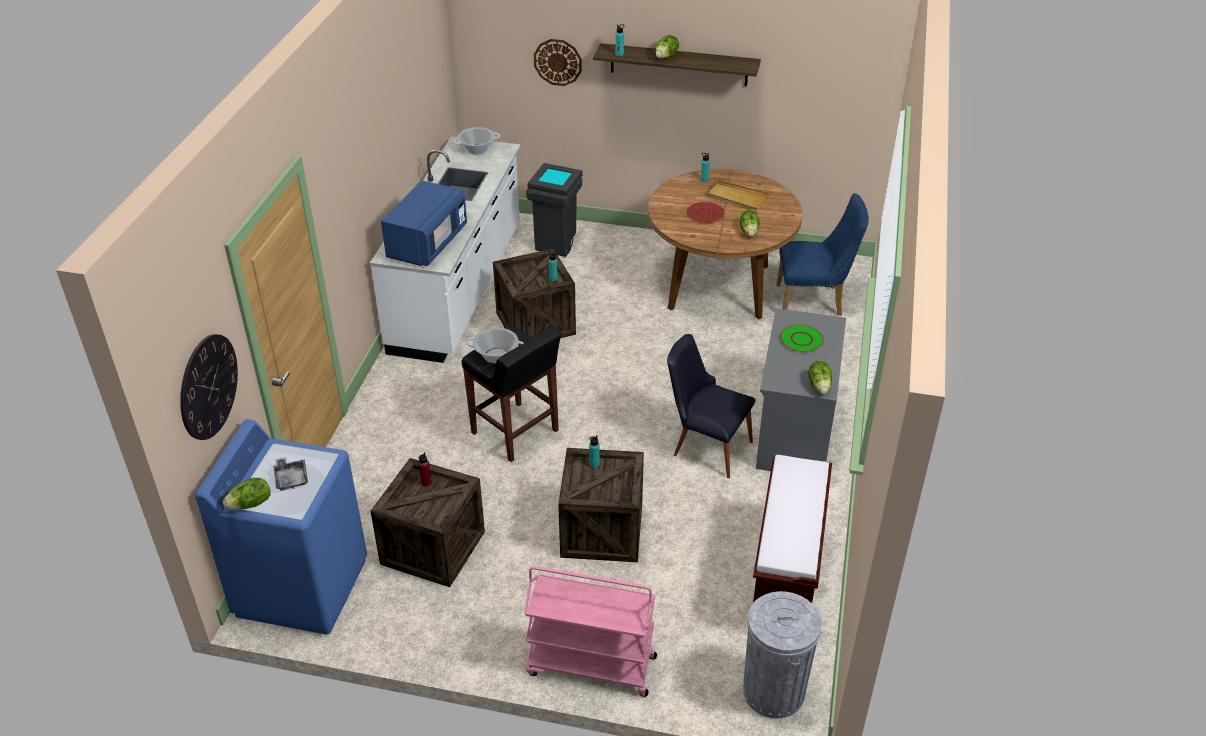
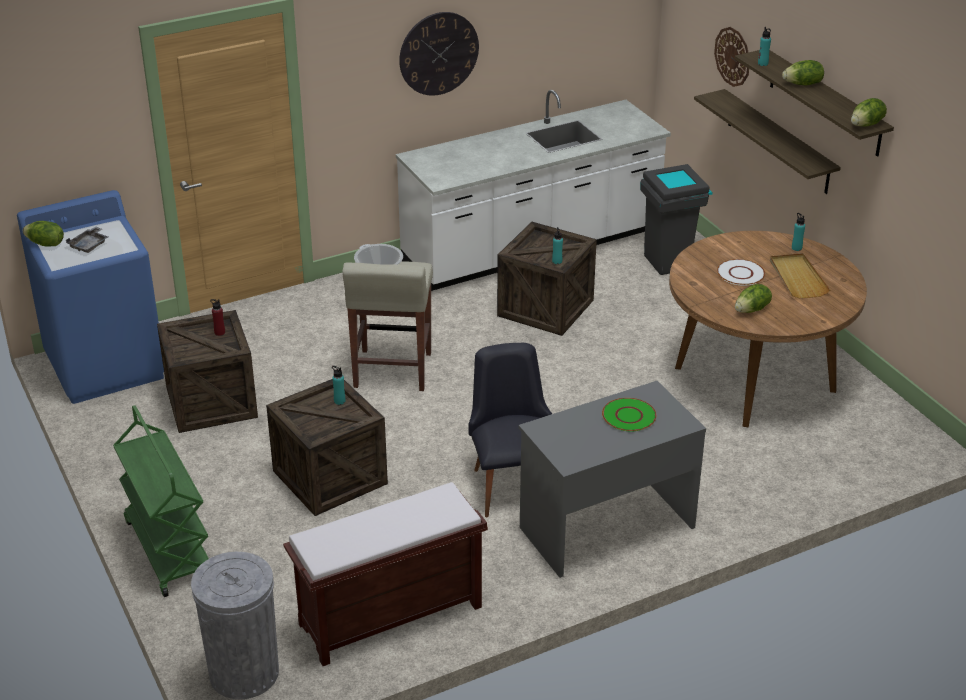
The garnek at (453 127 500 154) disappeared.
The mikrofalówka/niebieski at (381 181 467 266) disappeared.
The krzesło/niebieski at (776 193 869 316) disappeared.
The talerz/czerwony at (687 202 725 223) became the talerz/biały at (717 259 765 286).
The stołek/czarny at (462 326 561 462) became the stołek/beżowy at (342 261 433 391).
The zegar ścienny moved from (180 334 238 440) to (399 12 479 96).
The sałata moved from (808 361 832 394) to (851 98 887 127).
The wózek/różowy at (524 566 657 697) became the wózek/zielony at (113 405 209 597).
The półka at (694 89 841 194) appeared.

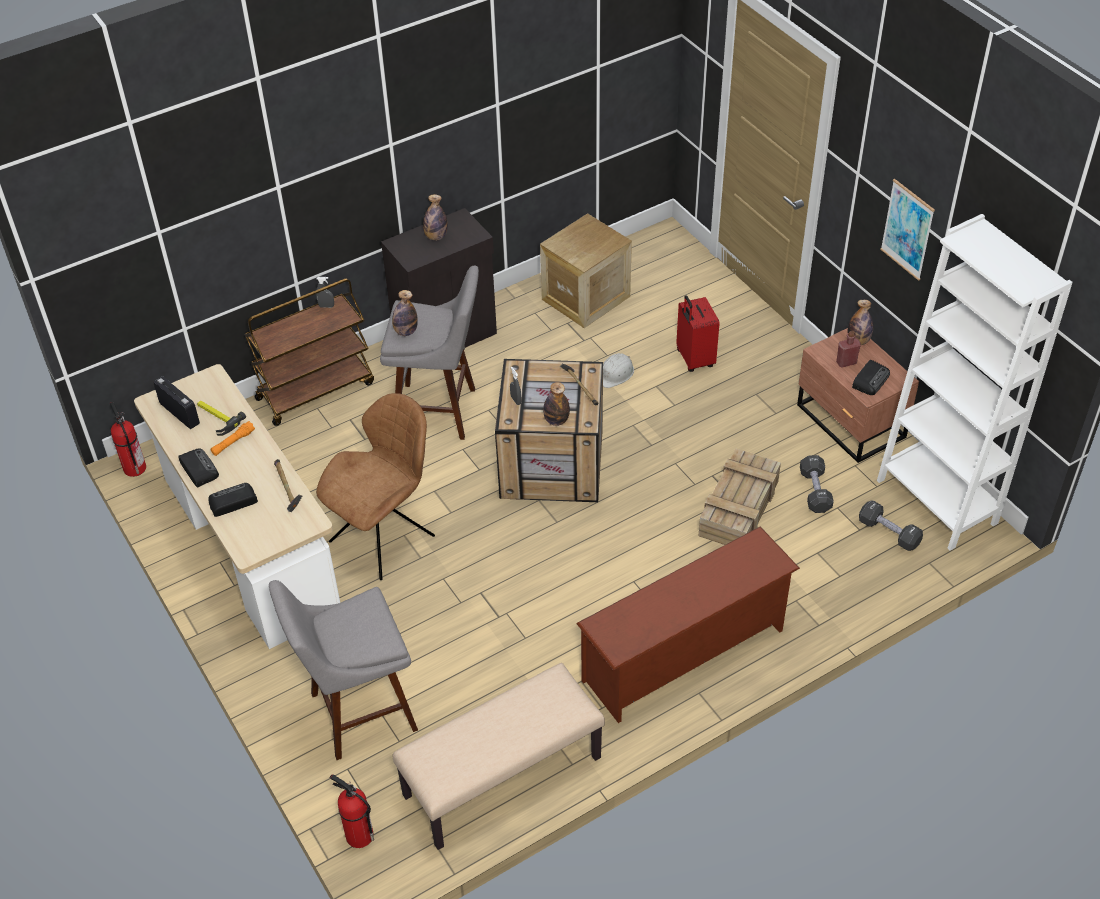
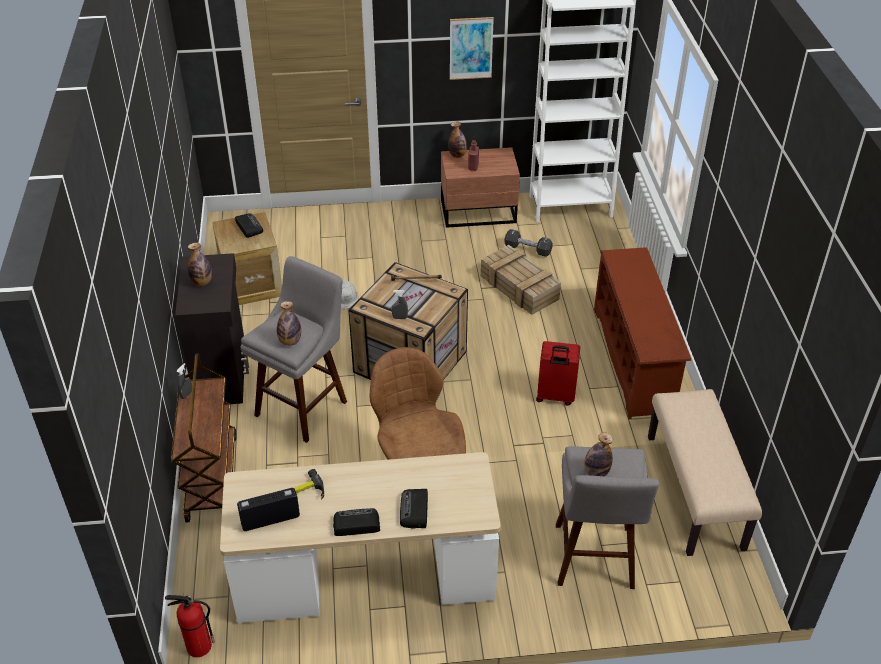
The walizka/czerwony moved from (676 295 720 372) to (536 341 580 406).
The radio moved from (852 360 890 395) to (235 213 263 238).
The butelka moved from (543 382 570 426) to (584 432 613 476).
The latarka/pomarańczowy at (210 421 255 456) disappeared.
The młotek at (274 459 302 512) disappeared.
The hantel/czarny at (859 500 923 551) disappeared.
The gaśnica at (330 774 374 848) disappeared.

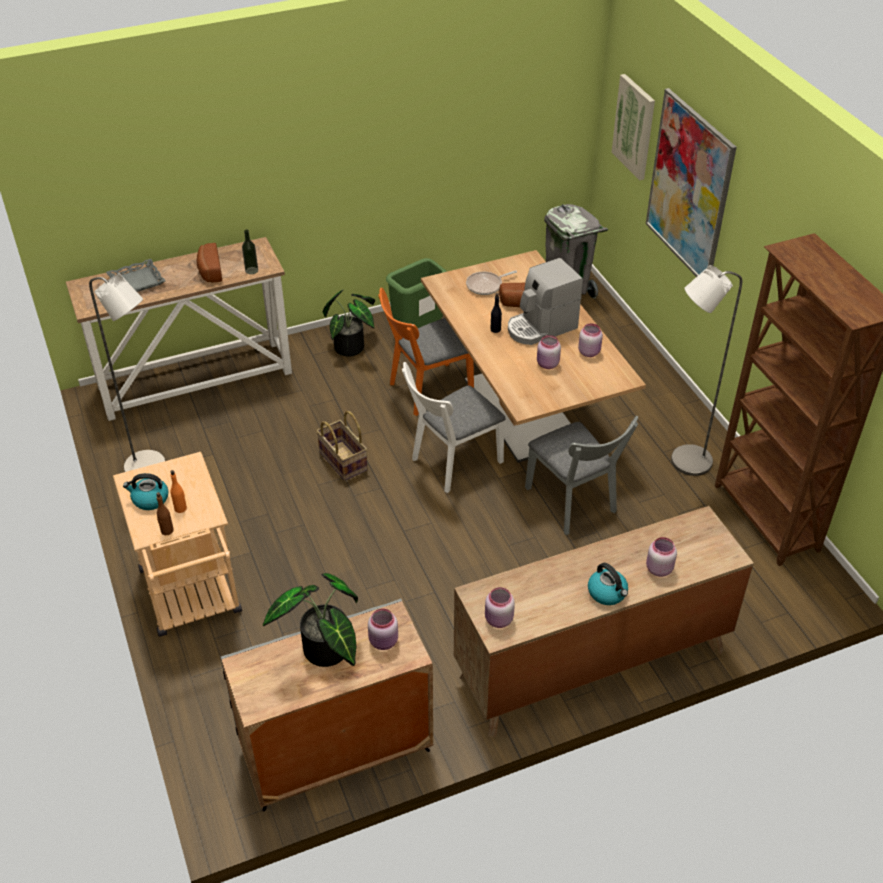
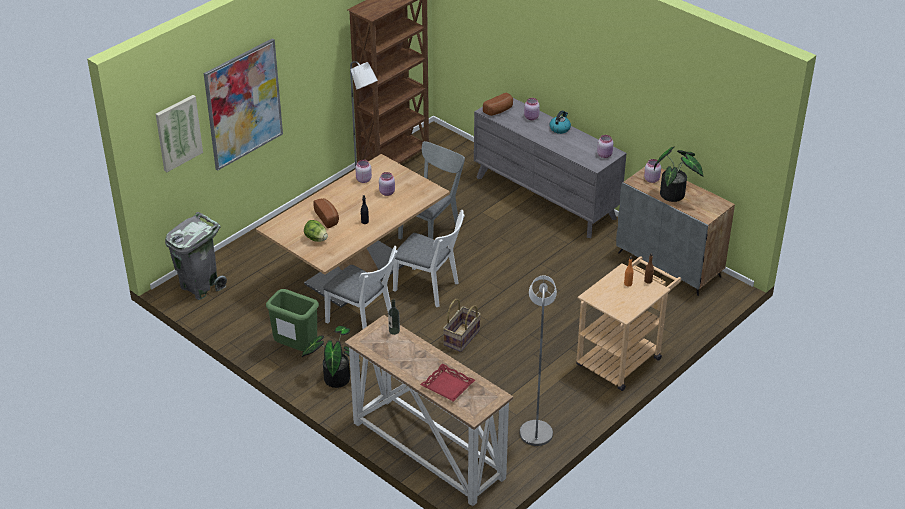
The chleb moved from (197 243 222 282) to (483 92 513 116).
The ekspres do kawy at (508 258 583 345) disappeared.
The taca/szary at (106 259 165 292) became the taca/czerwony at (420 363 475 402).
The patelnia at (466 270 517 295) was replaced by the sałata at (304 220 328 242).
The krzesło/pomarańczowy at (378 288 474 416) became the krzesło/biały at (323 246 397 329).
The czajnik at (123 473 168 510) disappeared.
The komoda/brązowy at (454 506 754 737) became the komoda/szary at (474 98 627 238).

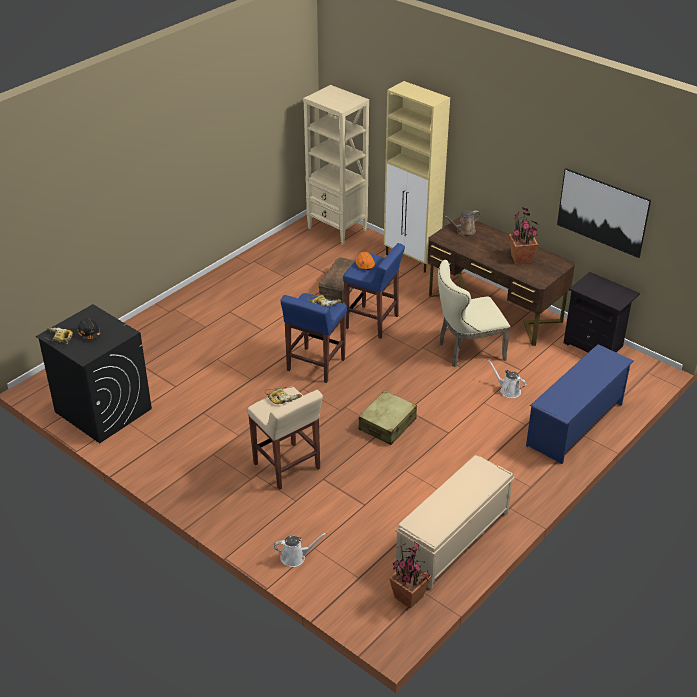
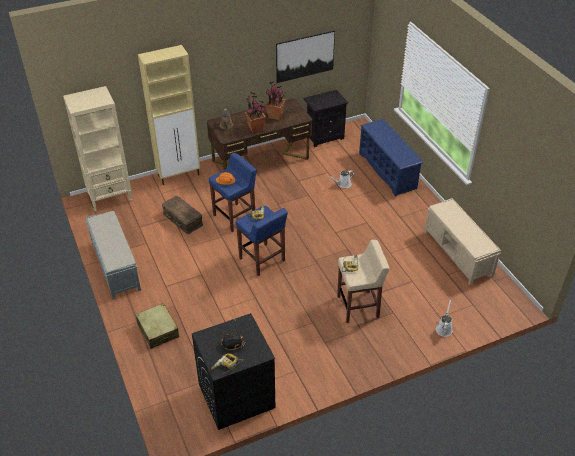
The krzesło/beżowy at (438 260 510 367) disappeared.
The walizka/beżowy moved from (358 390 417 445) to (135 303 179 349).
The roślina doniczkowa moved from (389 541 431 609) to (245 93 266 133).
The ławka/szary at (86 211 141 299) appeared.

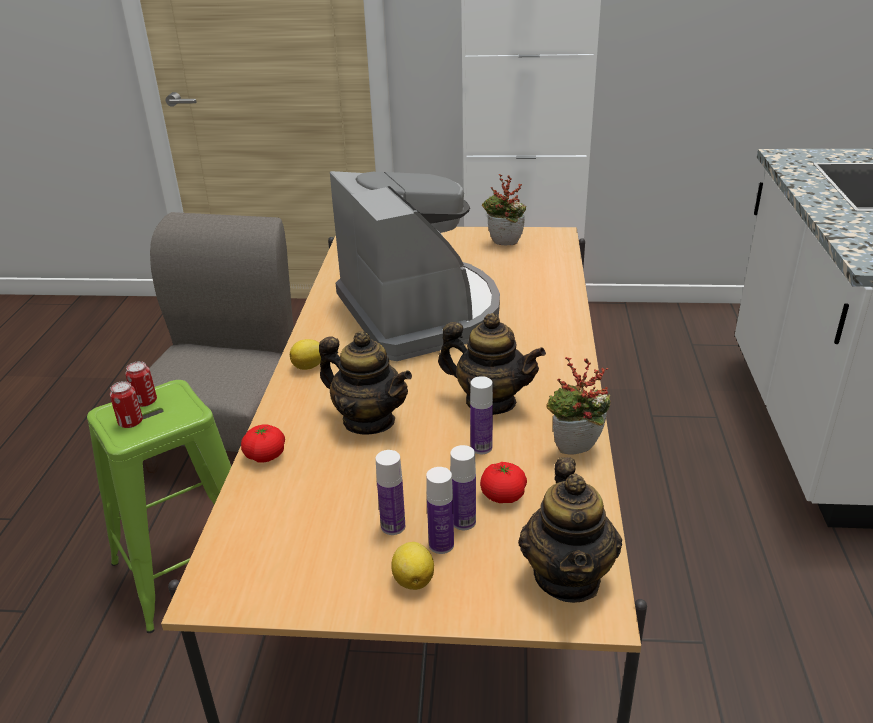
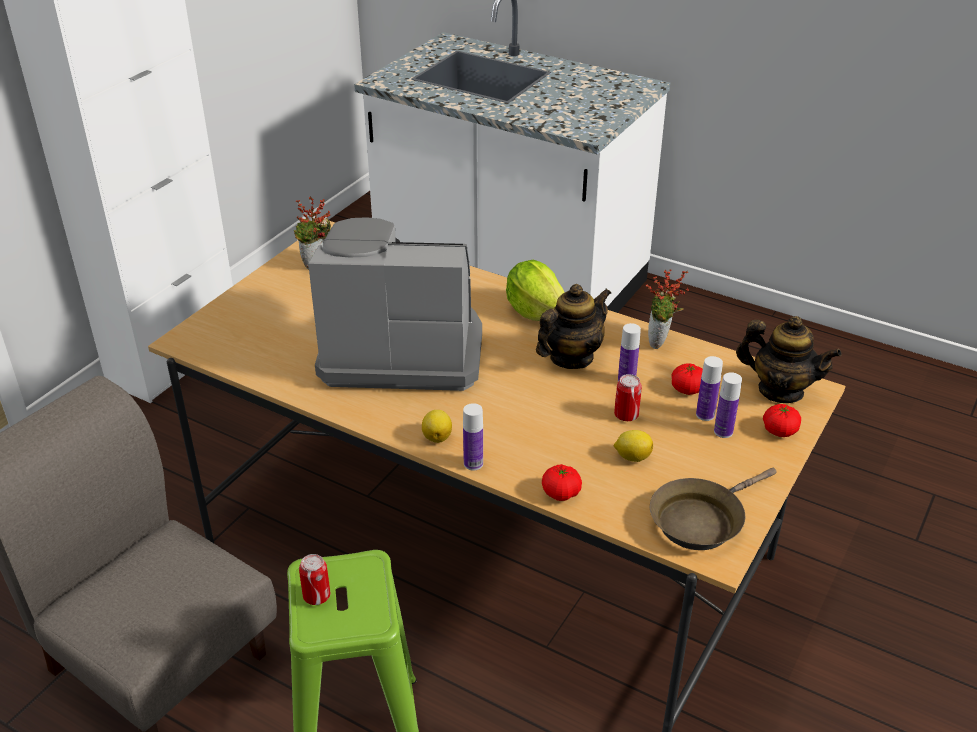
The imbryk at (319 331 412 435) disappeared.
The puszka moved from (110 381 143 428) to (614 374 642 421).
The butelka moved from (376 450 405 535) to (463 403 483 470).
The cytryna moved from (391 542 434 590) to (614 430 653 462).
The sałata at (506 260 565 321) appeared.
The pomidor at (763 404 801 437) appeared.
The patelnia/brązowy at (650 468 777 550) appeared.

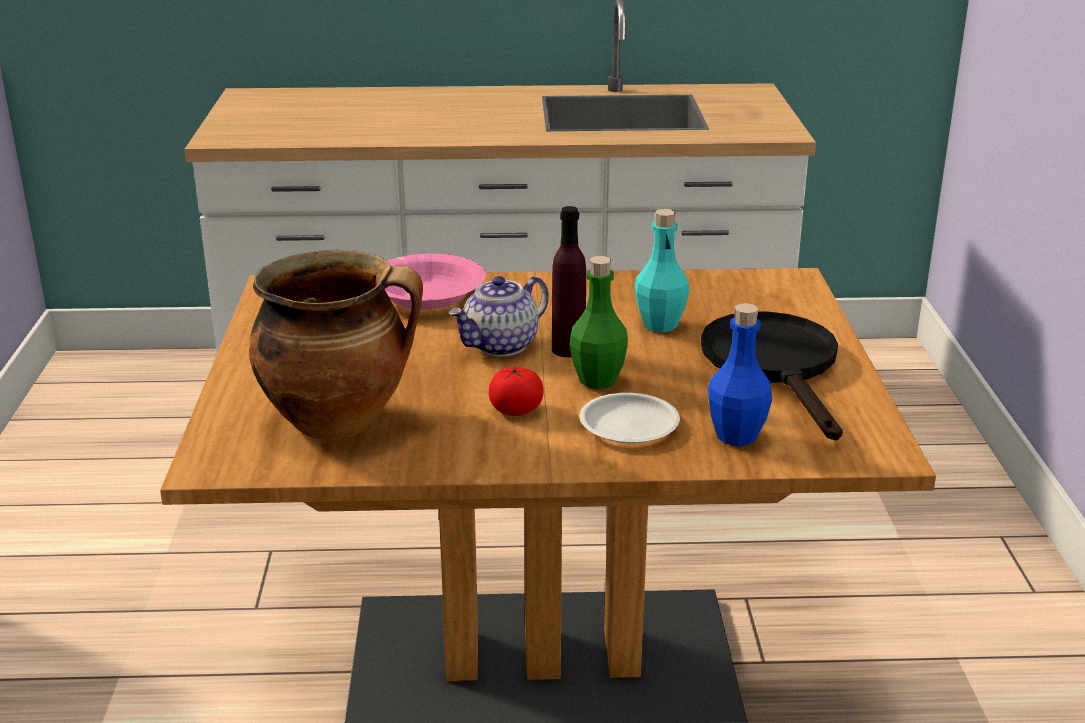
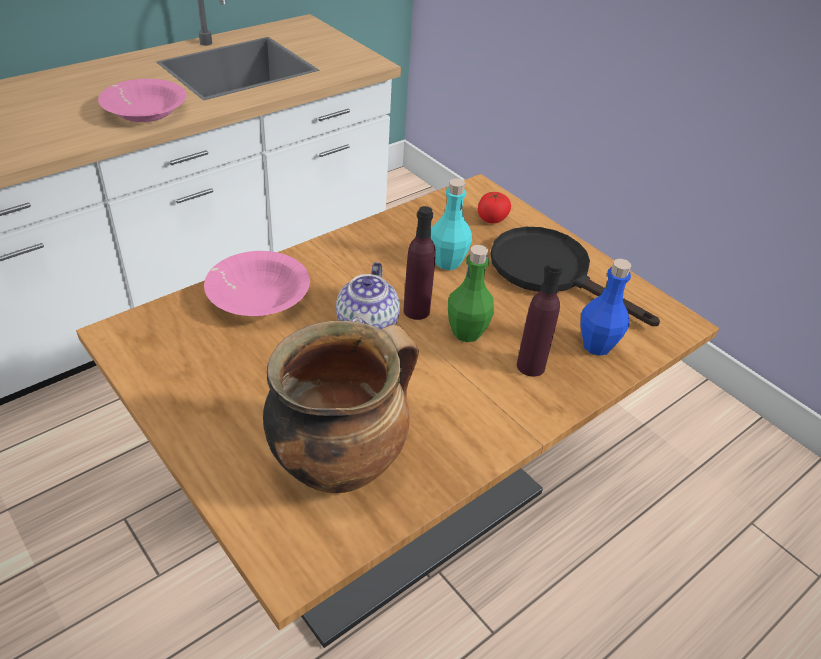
The pomidor moved from (489 366 544 416) to (478 192 511 224).
The talerz/biały at (579 393 680 443) was replaced by the butelka/fioletowy at (517 260 563 377).
The miska/różowy at (98 79 187 122) appeared.

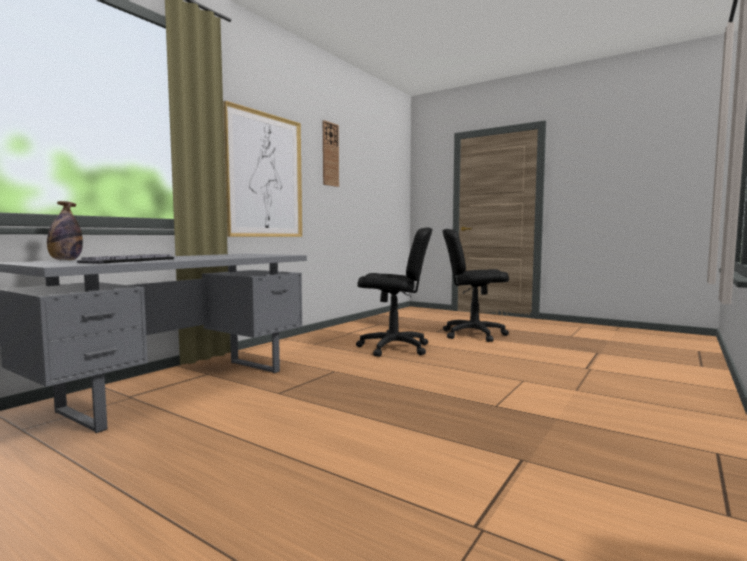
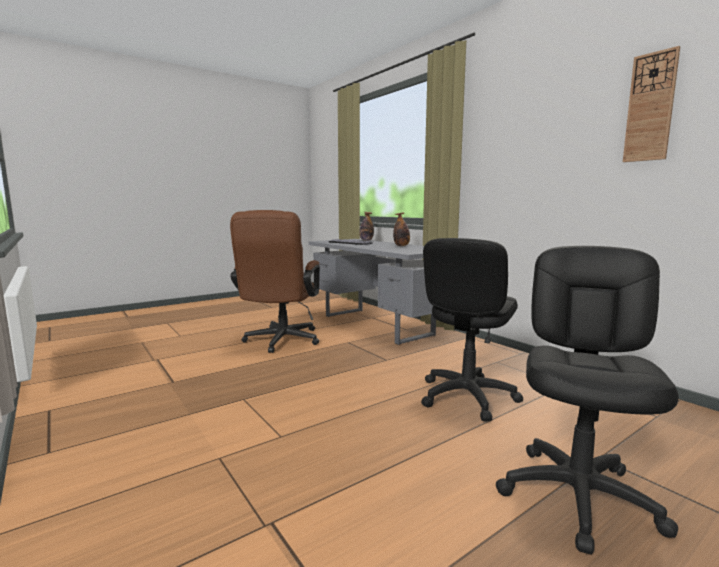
The obraz at (223 101 302 237) disappeared.
The krzesło biurowe/brązowy at (230 210 320 353) appeared.
The butelka at (393 213 410 246) appeared.

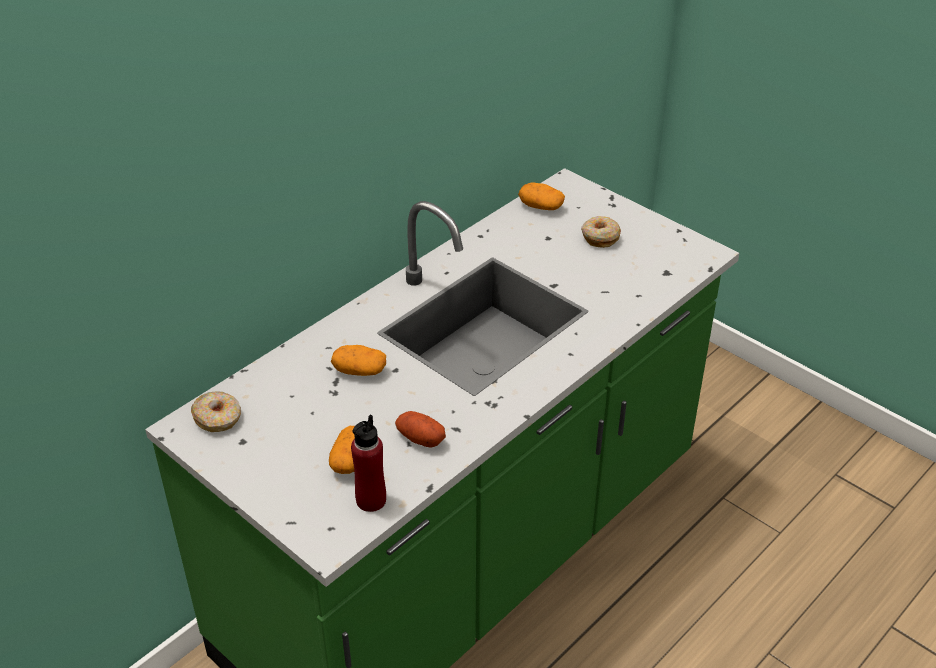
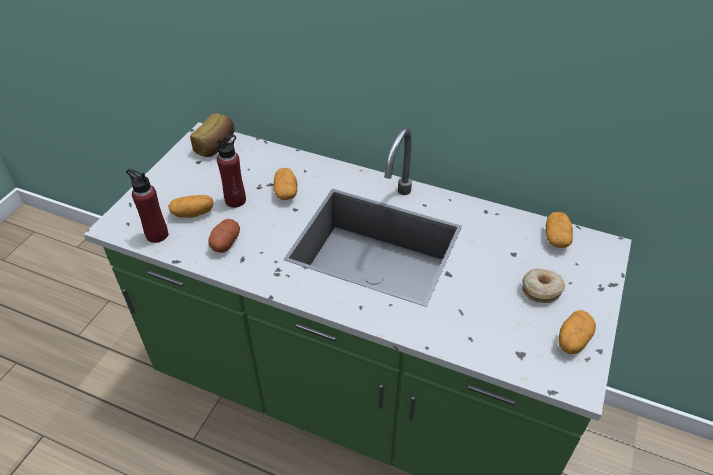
The donut at (191 391 241 432) was replaced by the chleb at (190 113 234 157).
The butelka/czerwony at (217 135 246 208) appeared.
The ziemniak at (558 310 596 354) appeared.

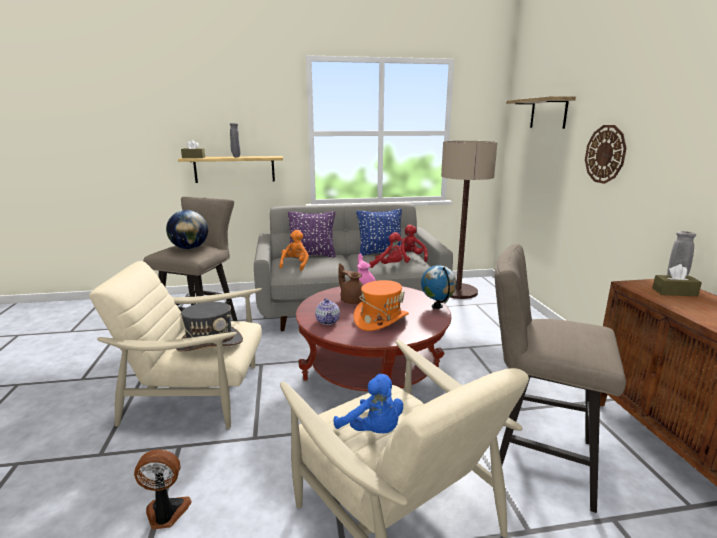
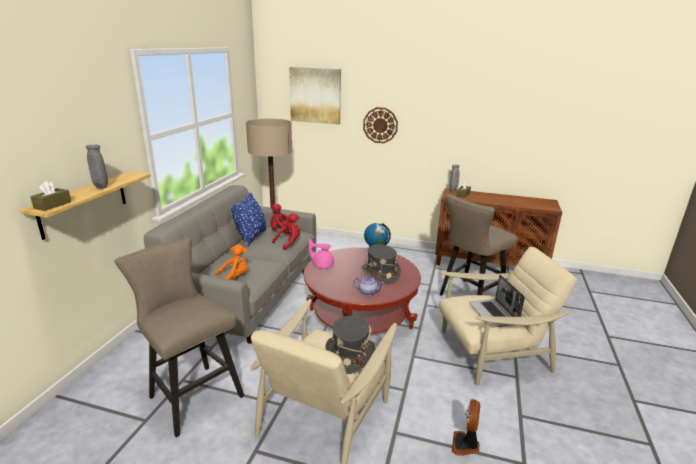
The półka at (506 96 576 129) was replaced by the obraz at (289 67 341 125).
The globus at (166 210 208 249) disappeared.
The poduszka/fioletowy at (288 211 336 257) disappeared.
The pluszak/pomarańczowy at (279 230 309 271) turned 120 degrees clockwise.
The imbryk/brązowy at (338 263 363 304) disappeared.
The kapelusz/pomarańczowy at (354 280 409 331) became the kapelusz/szary at (362 245 401 284).
The pluszak/niebieski at (334 374 403 433) was replaced by the laptop at (469 275 525 327).

